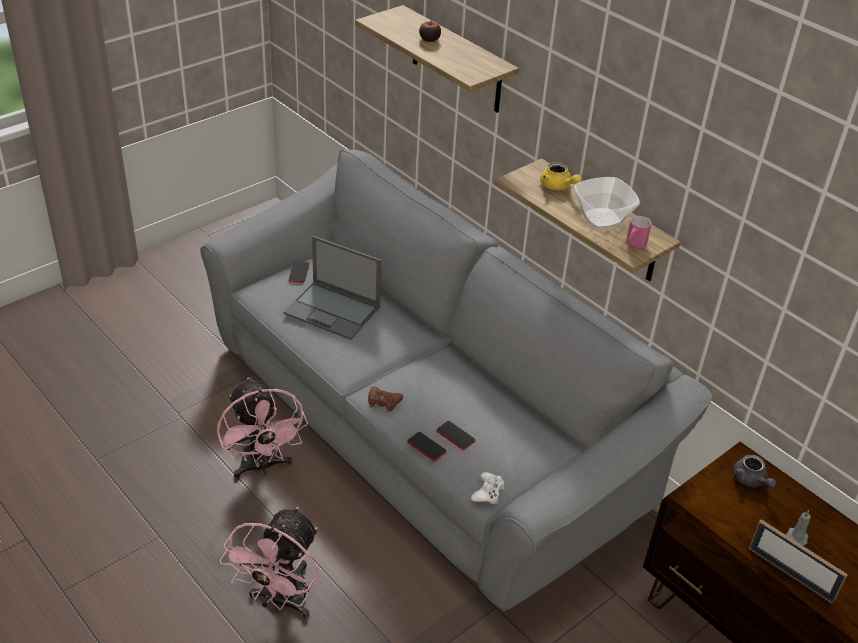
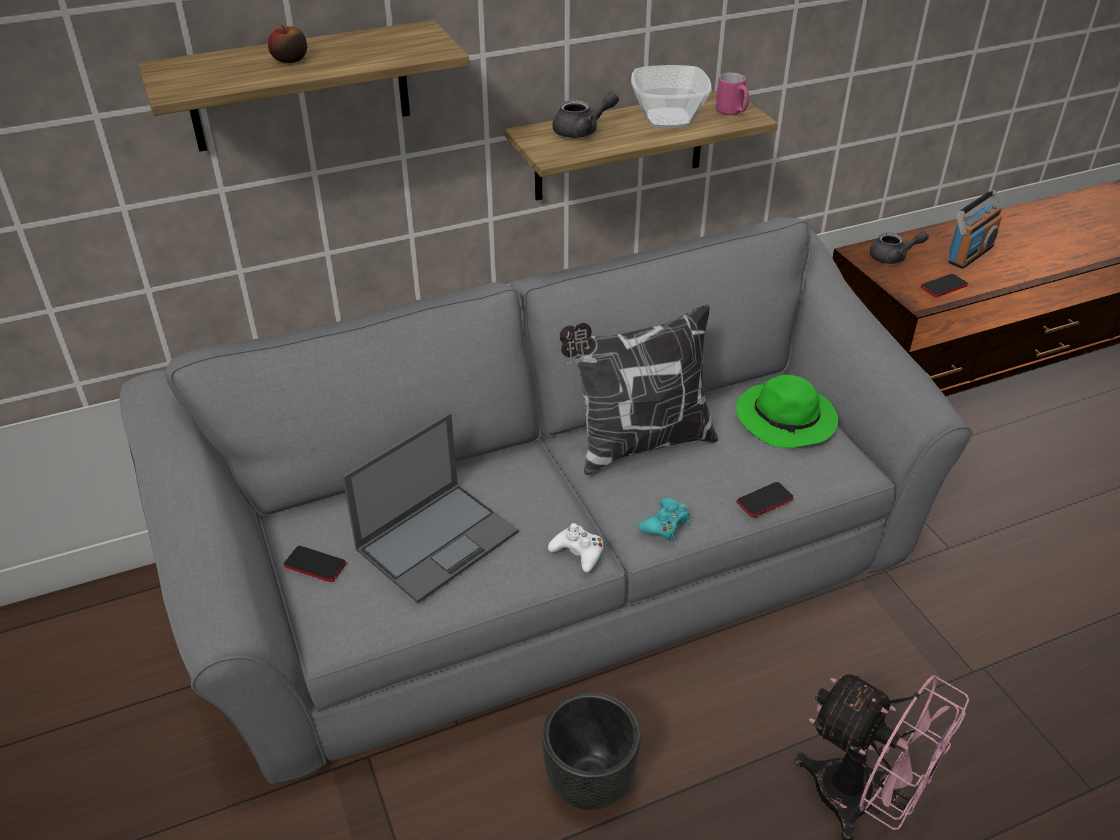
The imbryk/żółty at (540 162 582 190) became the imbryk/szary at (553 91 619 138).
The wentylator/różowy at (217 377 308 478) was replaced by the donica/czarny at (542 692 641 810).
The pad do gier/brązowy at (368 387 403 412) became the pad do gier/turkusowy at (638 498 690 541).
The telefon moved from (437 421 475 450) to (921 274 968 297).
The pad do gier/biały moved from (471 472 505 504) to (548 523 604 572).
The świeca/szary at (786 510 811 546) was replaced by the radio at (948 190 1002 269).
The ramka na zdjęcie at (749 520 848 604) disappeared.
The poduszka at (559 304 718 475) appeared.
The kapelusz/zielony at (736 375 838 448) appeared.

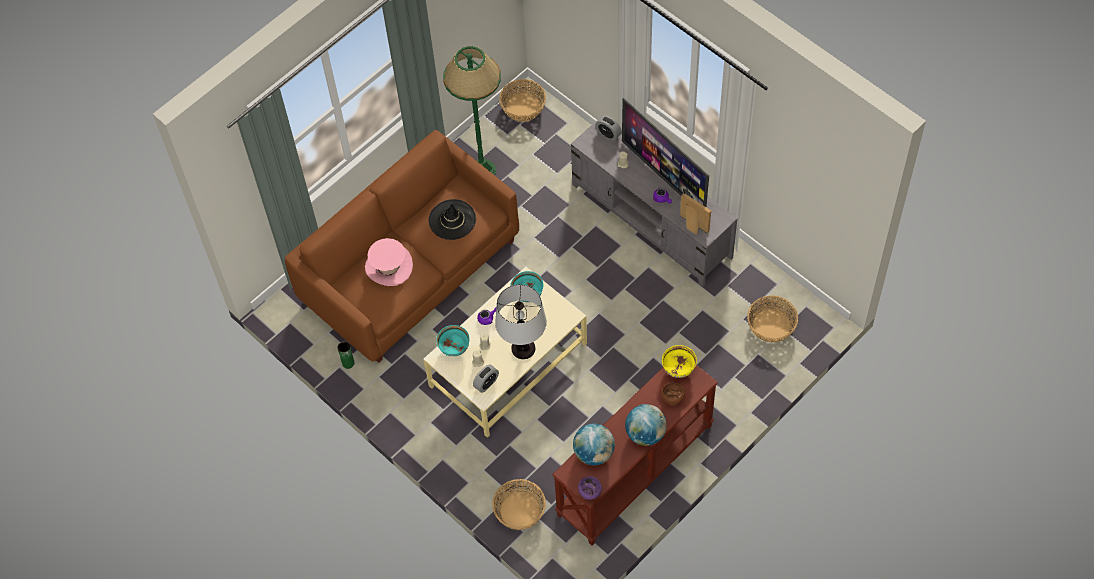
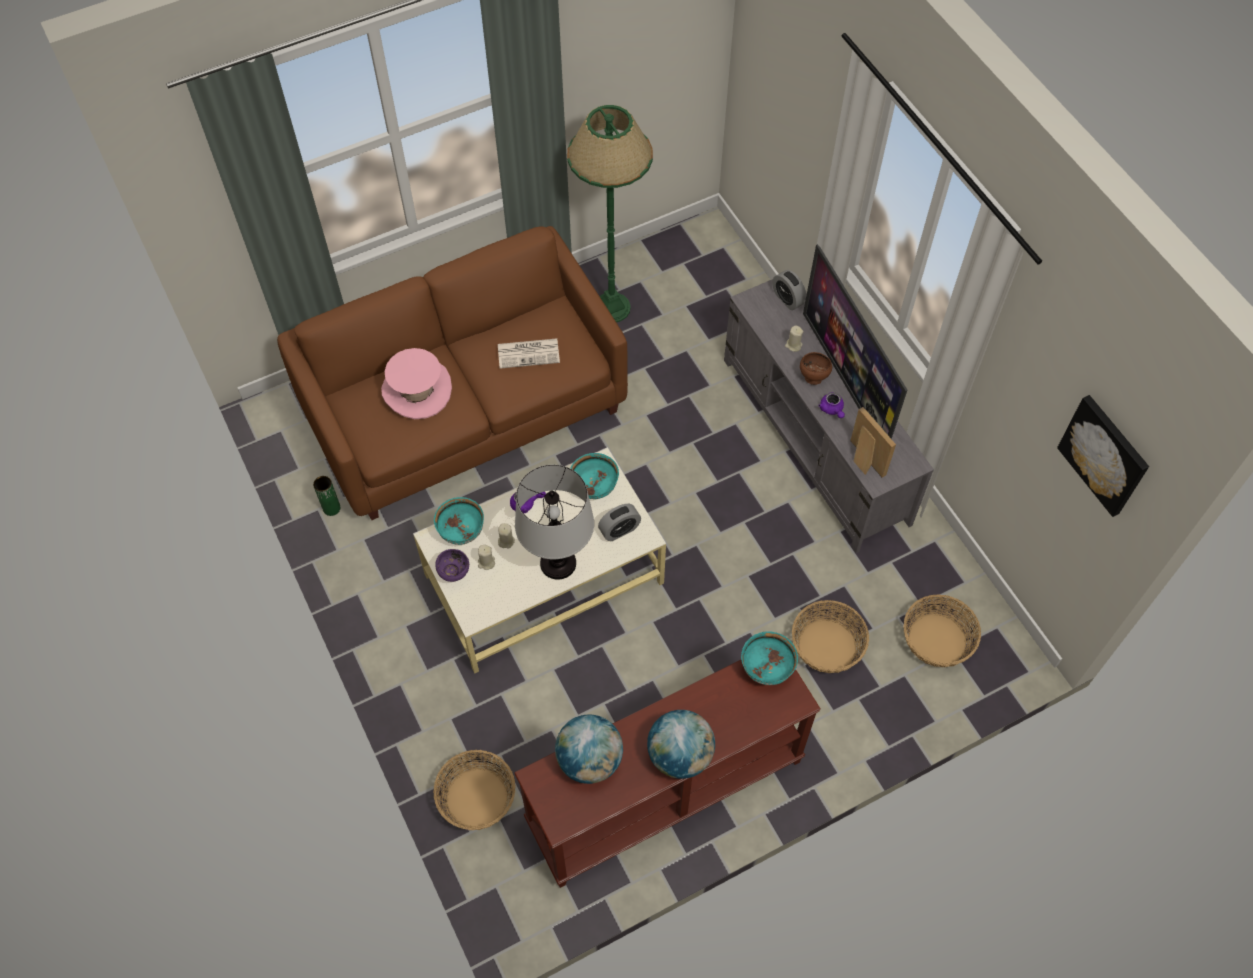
The koszyk moved from (499 79 546 122) to (792 600 869 673).
The kapelusz/czarny at (429 199 476 240) was replaced by the gazeta at (498 338 560 369).
The miska/żółty at (662 345 697 378) became the miska/turkusowy at (741 631 798 685).
The budzik moved from (473 364 499 393) to (598 504 641 541).
The miska/brązowy moved from (661 382 685 406) to (800 352 832 385).
The miska/fioletowy moved from (578 476 602 500) to (435 549 469 582).
The obraz at (1057 395 1149 517) appeared.

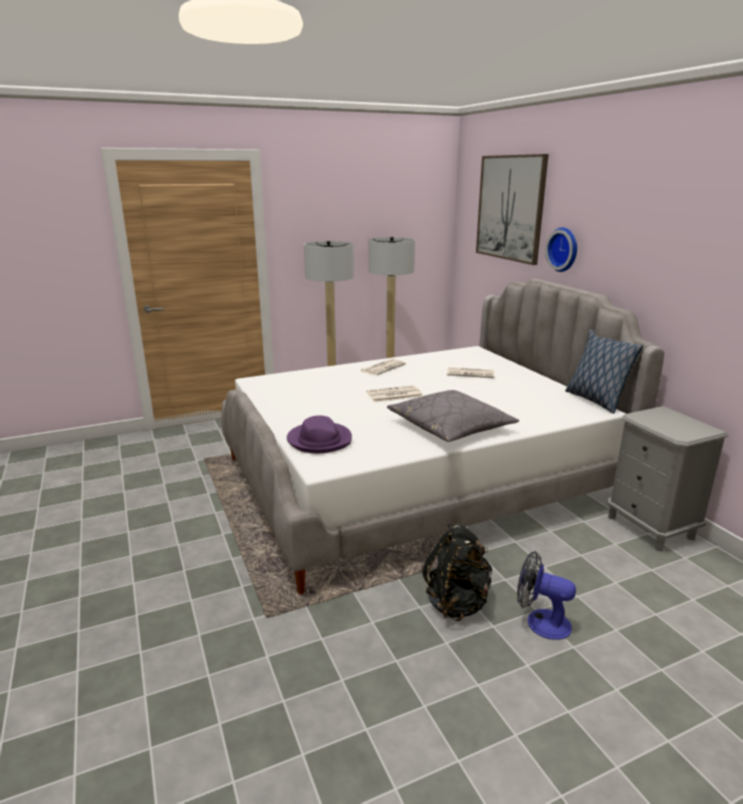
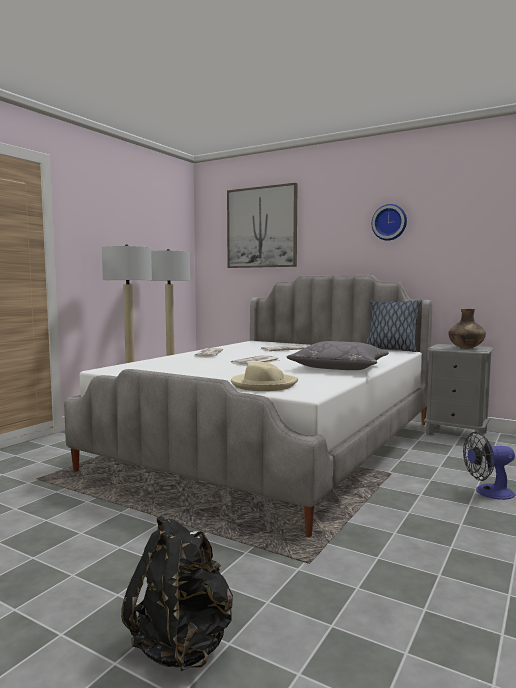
The zegar ścienny moved from (545 227 577 272) to (372 204 407 241).
The kapelusz/fioletowy at (287 415 352 453) became the kapelusz/beżowy at (231 362 298 391).
The plecak/czarny moved from (422 524 492 621) to (121 516 233 671).
The wazon/brązowy at (448 309 486 349) appeared.

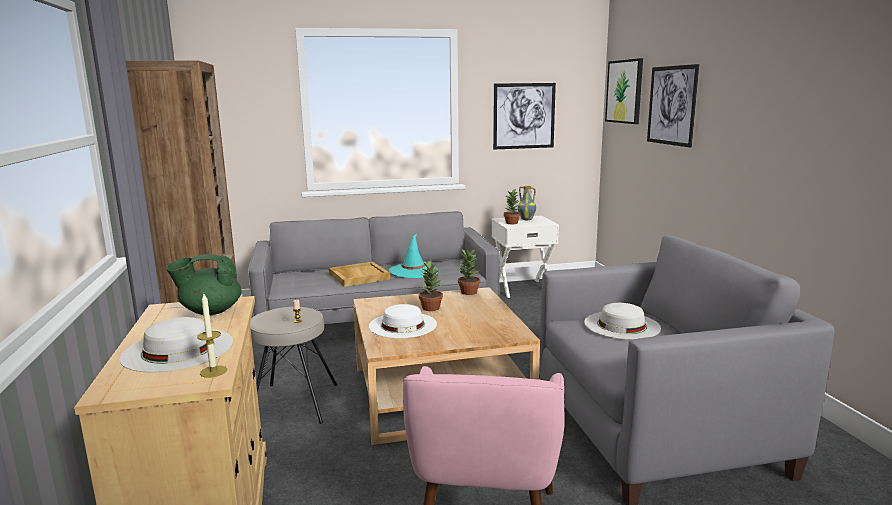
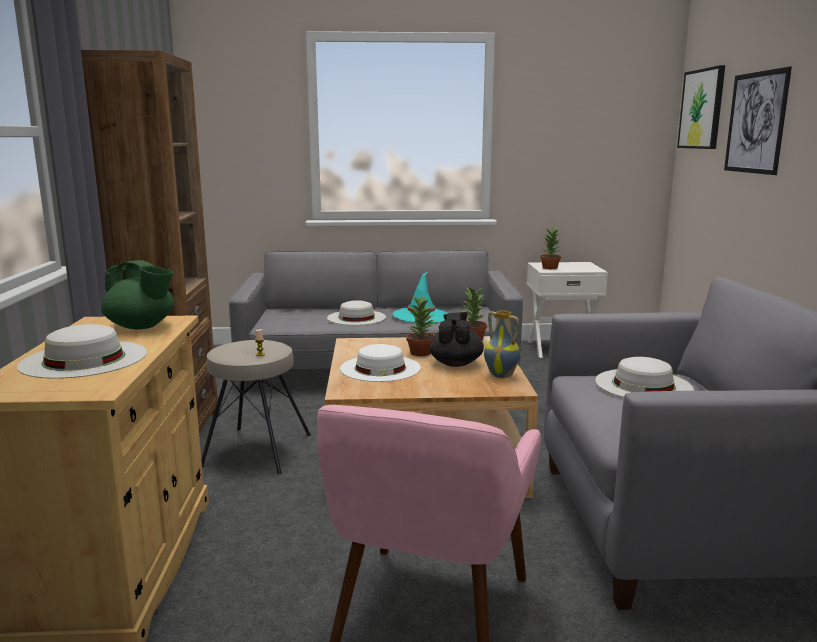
The obraz at (493 83 556 149) disappeared.
The wazon moved from (518 186 536 220) to (484 310 520 378).
The imbryk/zielony at (166 254 242 315) turned 150 degrees counterclockwise.
The taca/beżowy at (329 261 390 287) was replaced by the kapelusz/biały at (327 300 386 325).
The świeca at (197 294 227 378) disappeared.
The imbryk/czarny at (430 312 484 367) appeared.

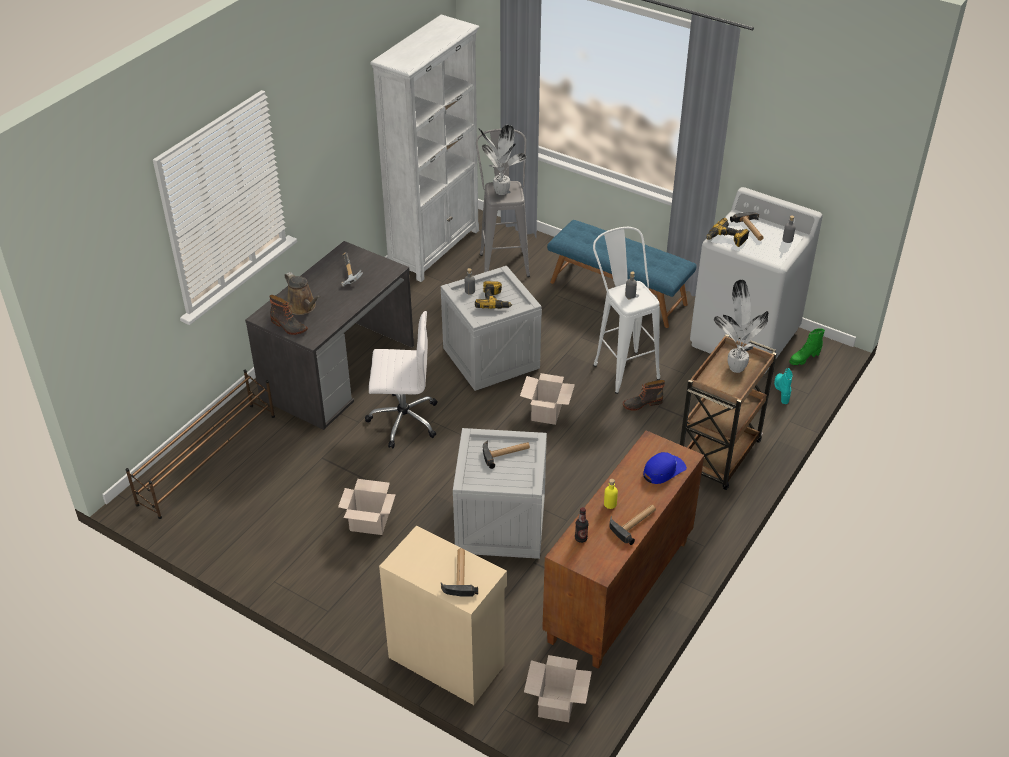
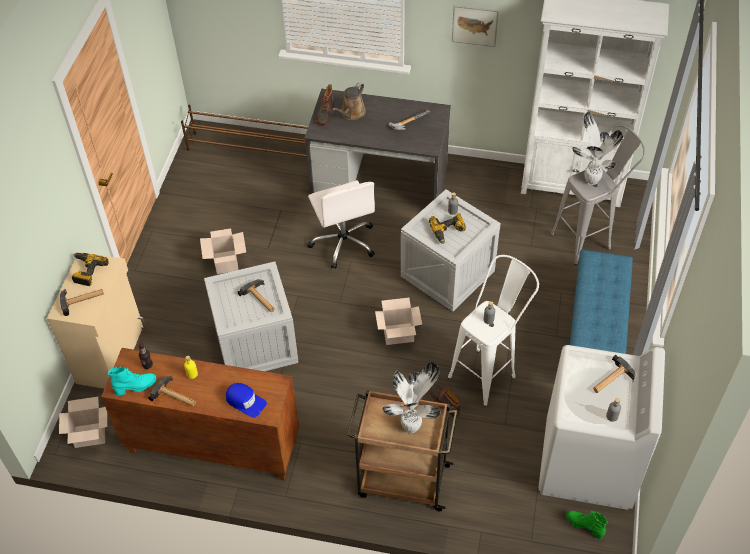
The wiertarka moved from (706 218 749 247) to (72 253 109 286).
The but z cholewką/turkusowy moved from (774 368 793 404) to (108 366 156 395).
The obraz at (452 5 499 47) appeared.

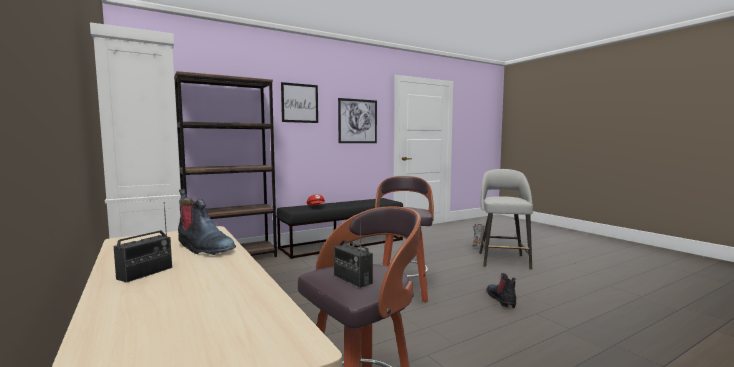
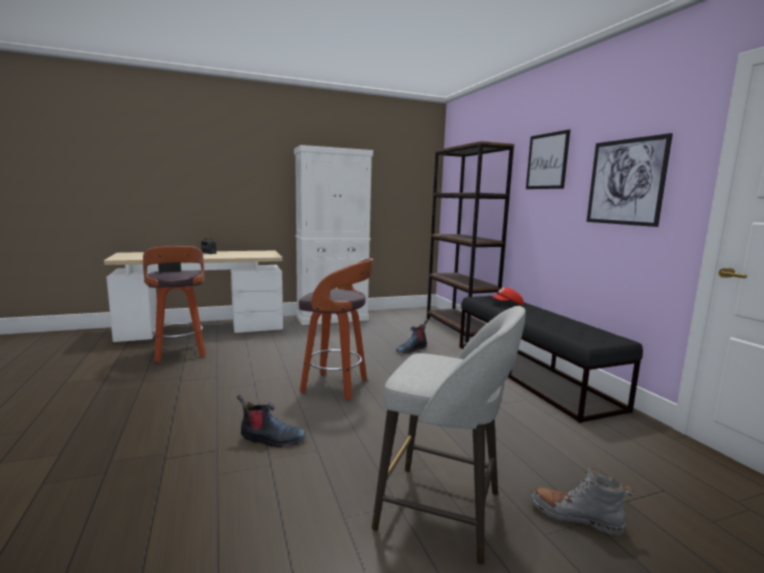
The but z cholewką moved from (178 189 236 255) to (396 320 428 353).

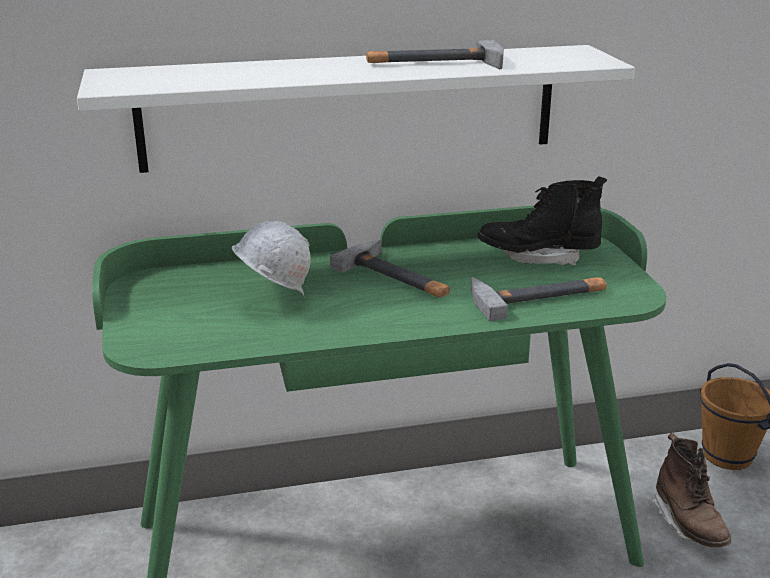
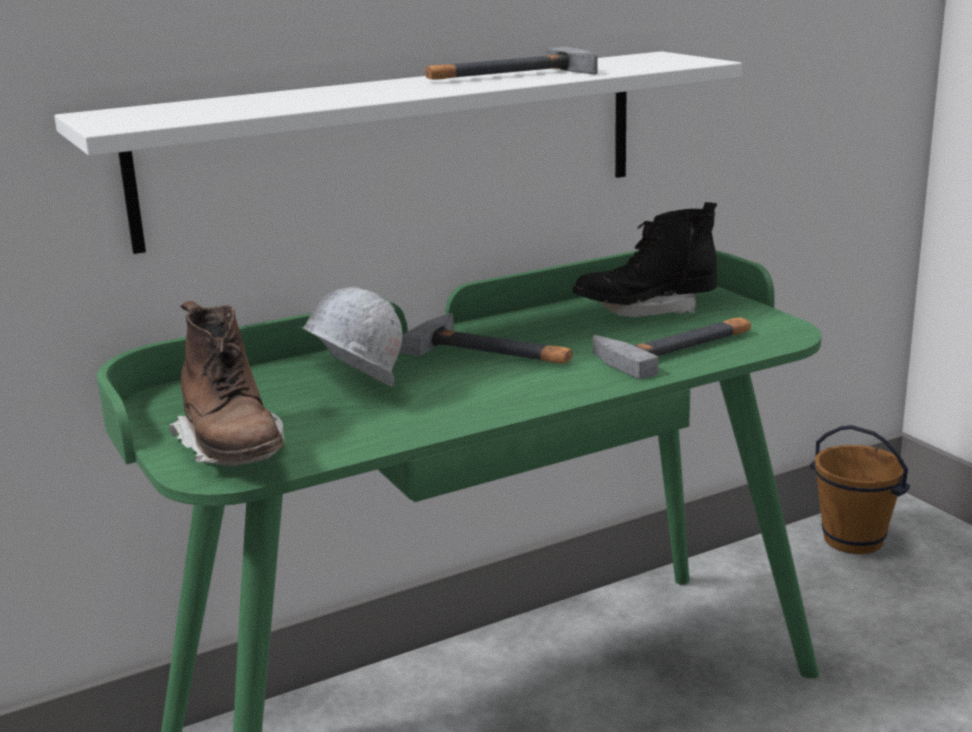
The but z cholewką/brązowy moved from (651 433 731 547) to (169 301 284 467).

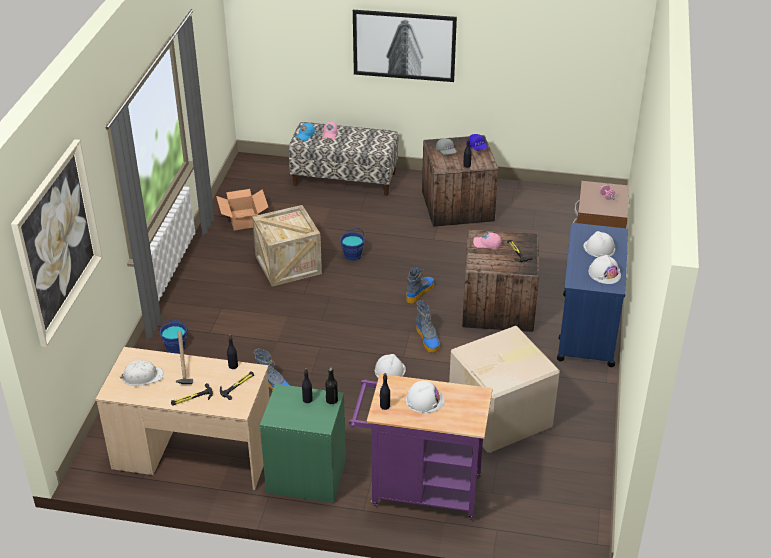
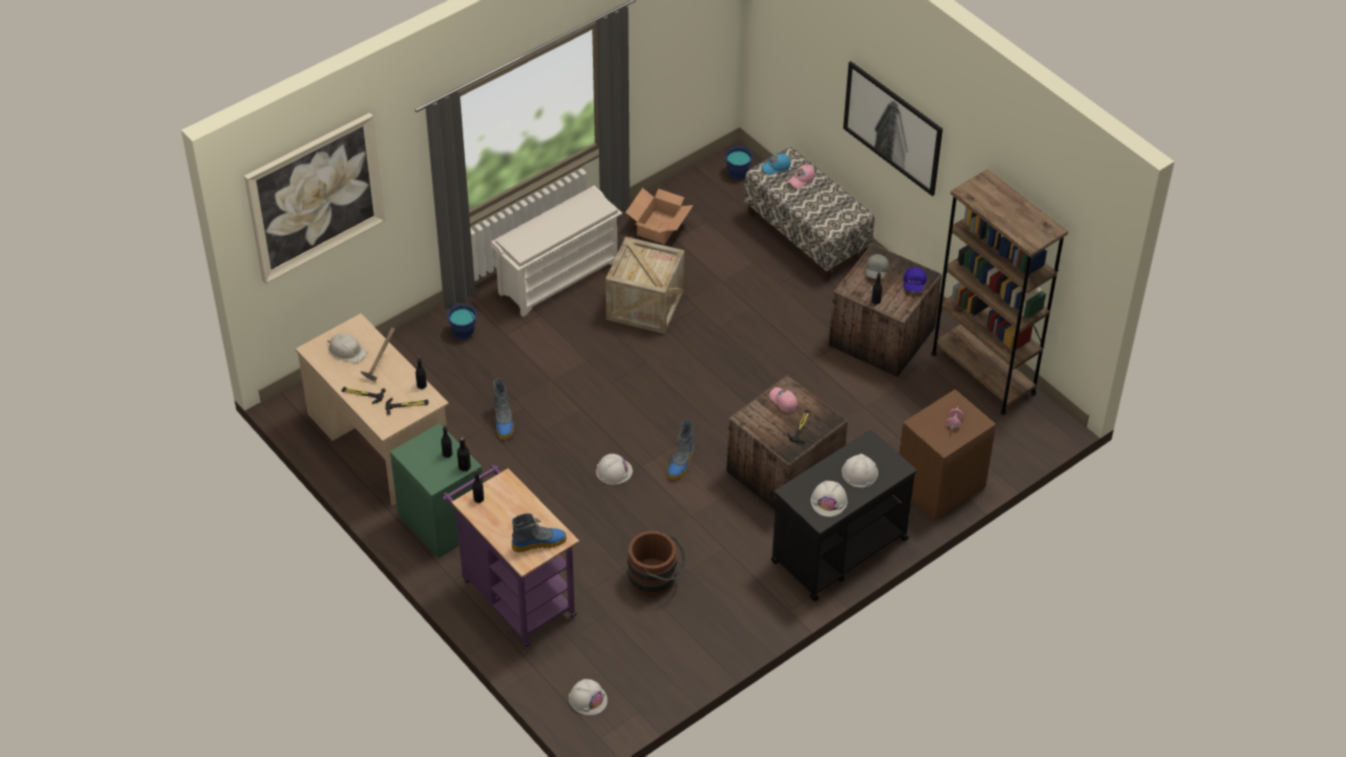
The wózek/niebieski at (557 223 628 367) became the wózek/czarny at (771 430 916 601).
The wiadro/niebieski moved from (340 228 365 261) to (725 146 753 180).
The but z cholewką moved from (406 267 434 304) to (512 513 566 553).
The karton at (449 326 560 453) was replaced by the wiadro/brązowy at (627 530 686 596).
The kask/biały moved from (406 381 445 413) to (569 679 608 715).
The regał/brązowy at (931 169 1068 415) appeared.
The regał na buty/biały at (491 186 622 317) appeared.

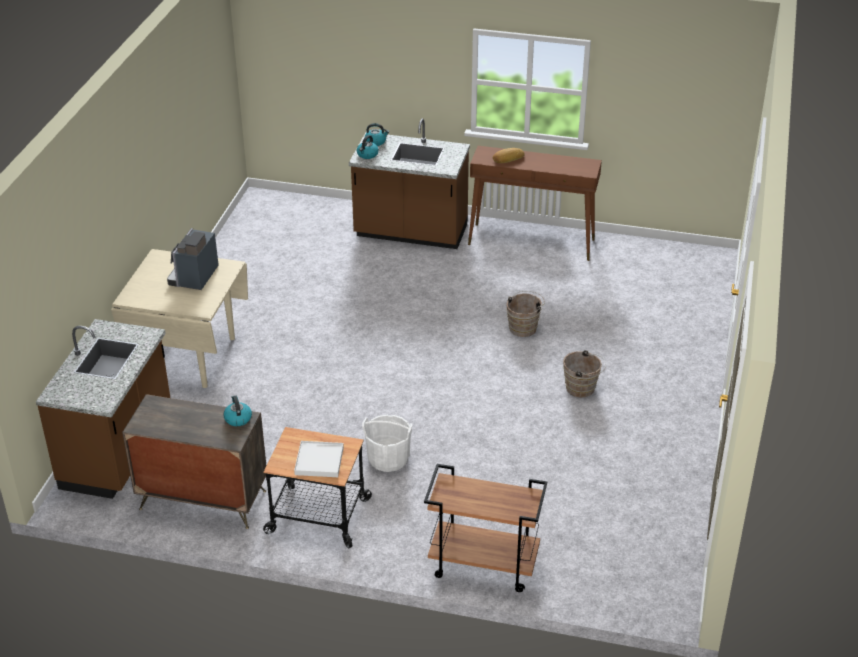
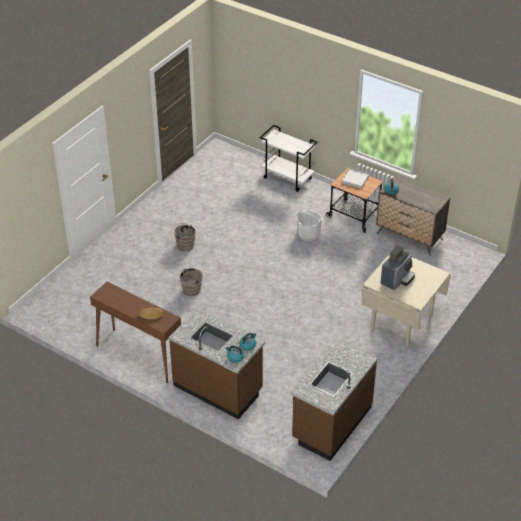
The zabudowa kuchenna/brązowy moved from (36 319 170 499) to (290 339 377 461).
The wózek/brązowy at (424 464 547 592) became the wózek/biały at (260 125 318 192).

